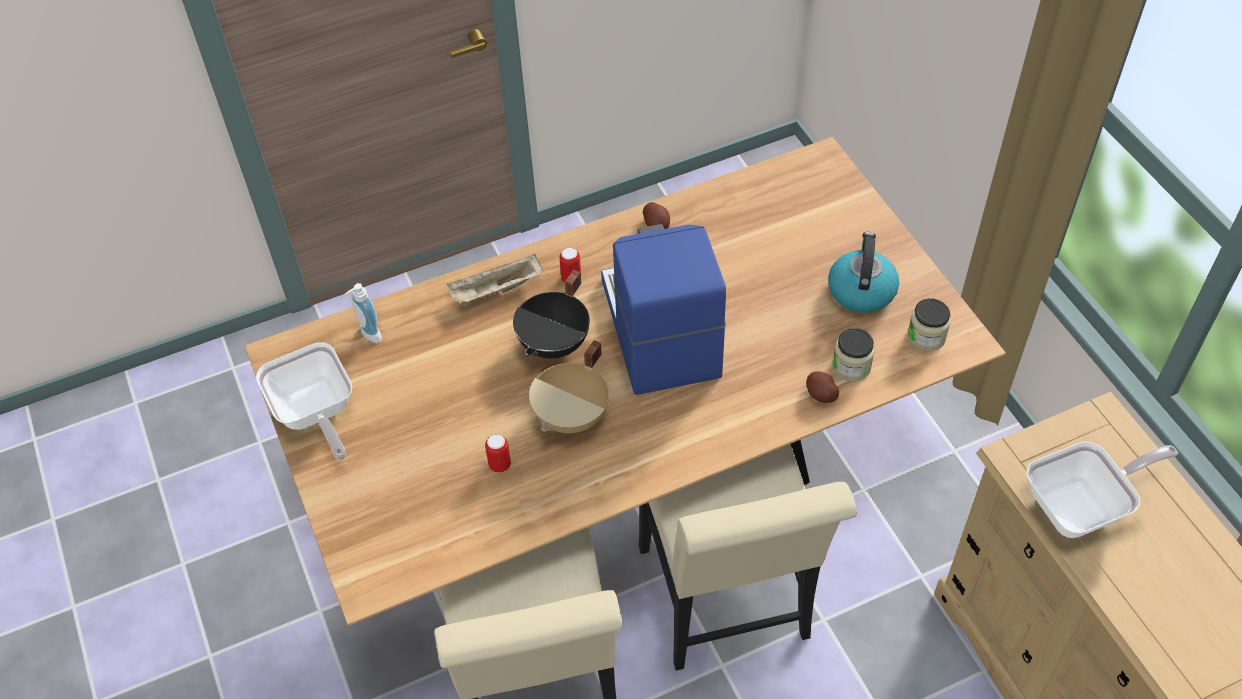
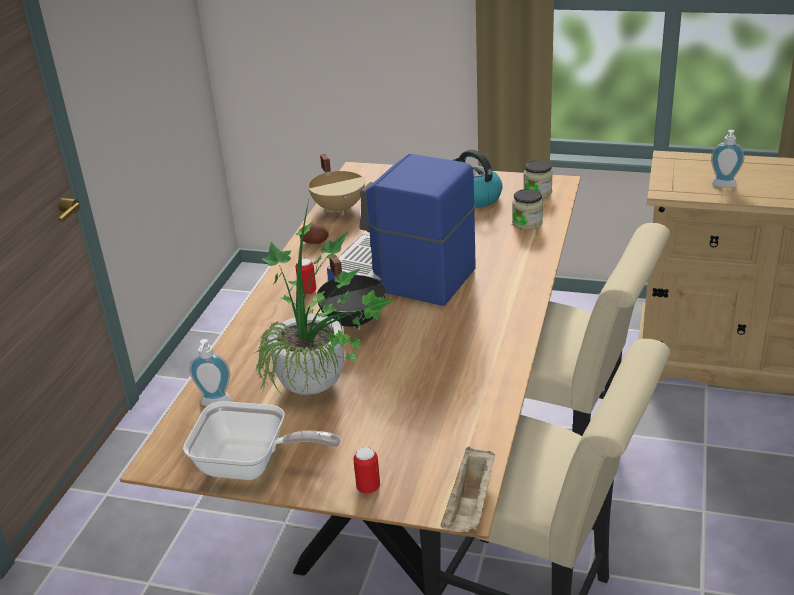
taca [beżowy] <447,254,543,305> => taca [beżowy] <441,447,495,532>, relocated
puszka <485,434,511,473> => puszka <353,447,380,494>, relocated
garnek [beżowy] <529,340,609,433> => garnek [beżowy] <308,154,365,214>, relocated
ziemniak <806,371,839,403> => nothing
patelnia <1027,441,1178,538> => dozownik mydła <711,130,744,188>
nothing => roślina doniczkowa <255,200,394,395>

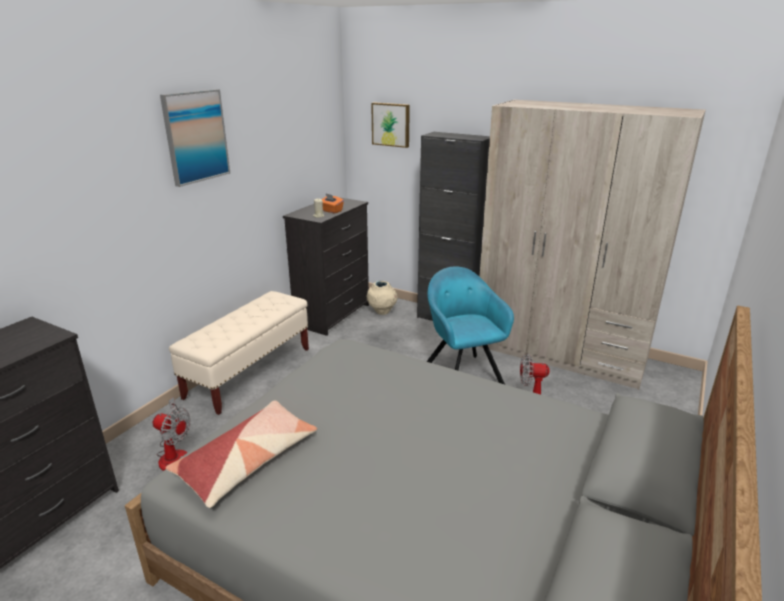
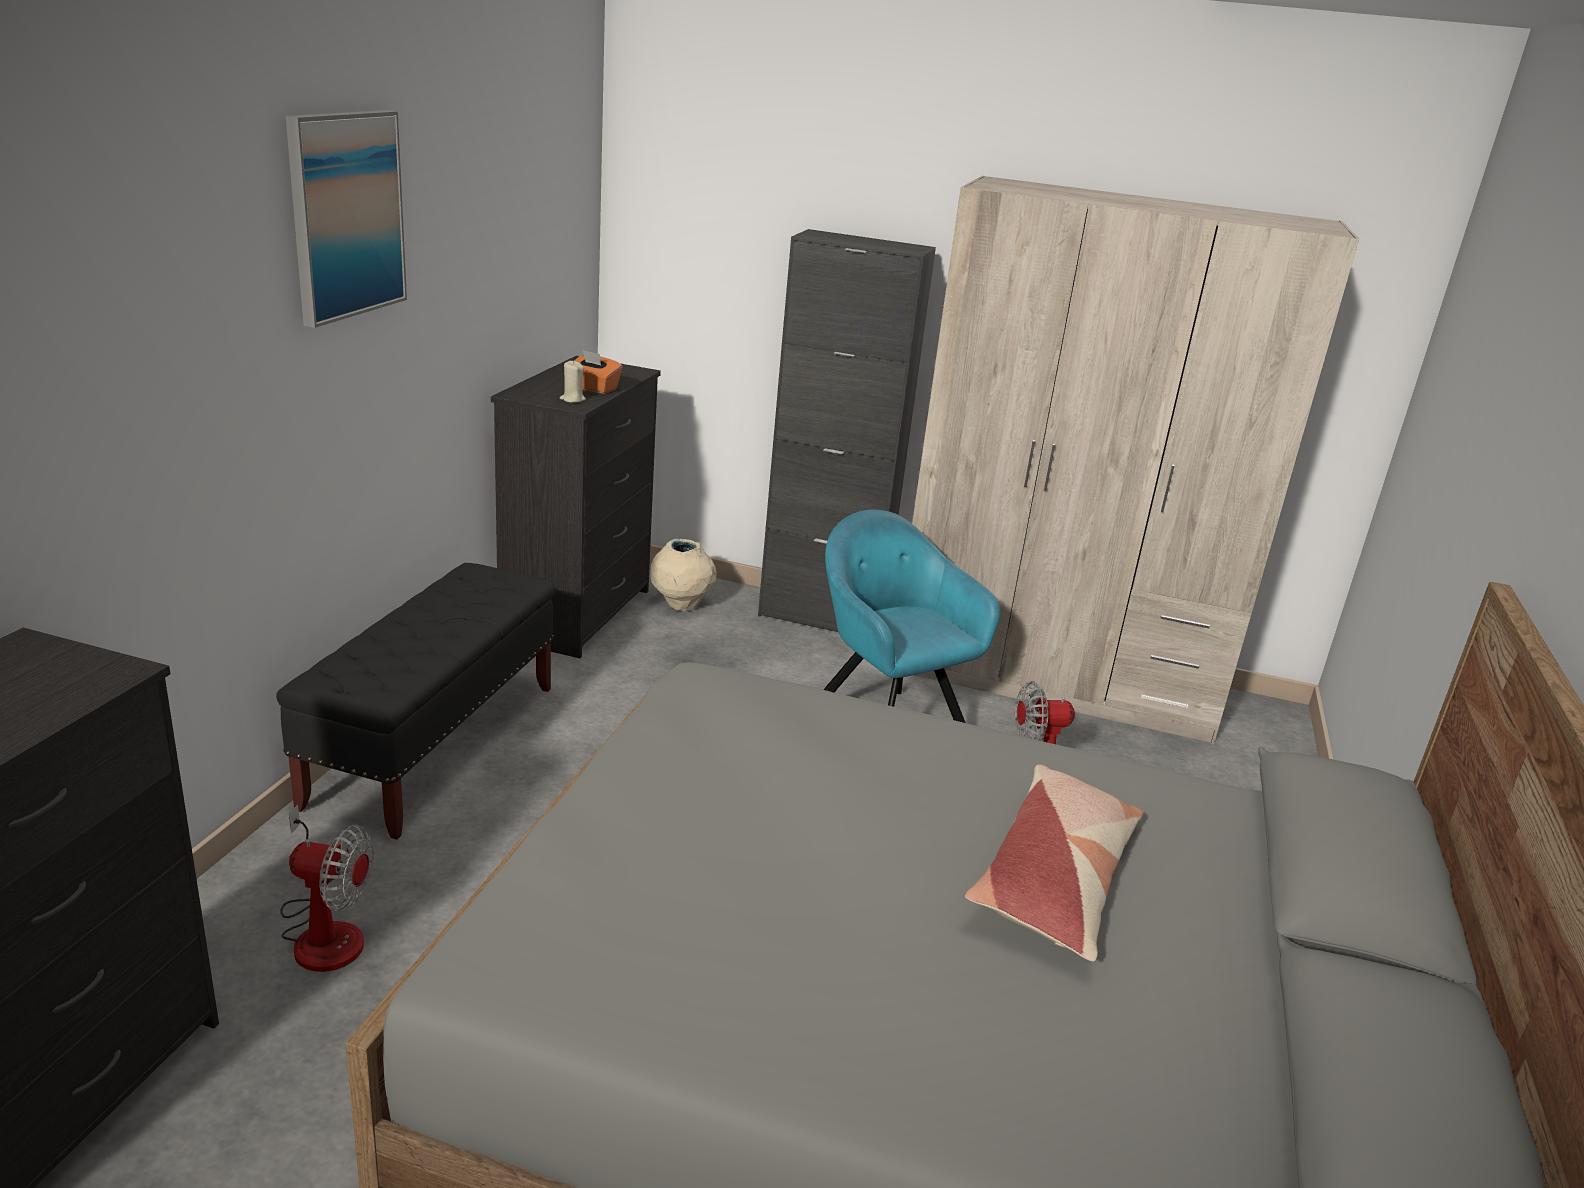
poduszka <165,401,317,508> => poduszka <965,765,1144,962>, relocated
ławka [beżowy] <169,291,309,415> => ławka [czarny] <276,563,556,840>
obraz <371,102,410,148> => nothing

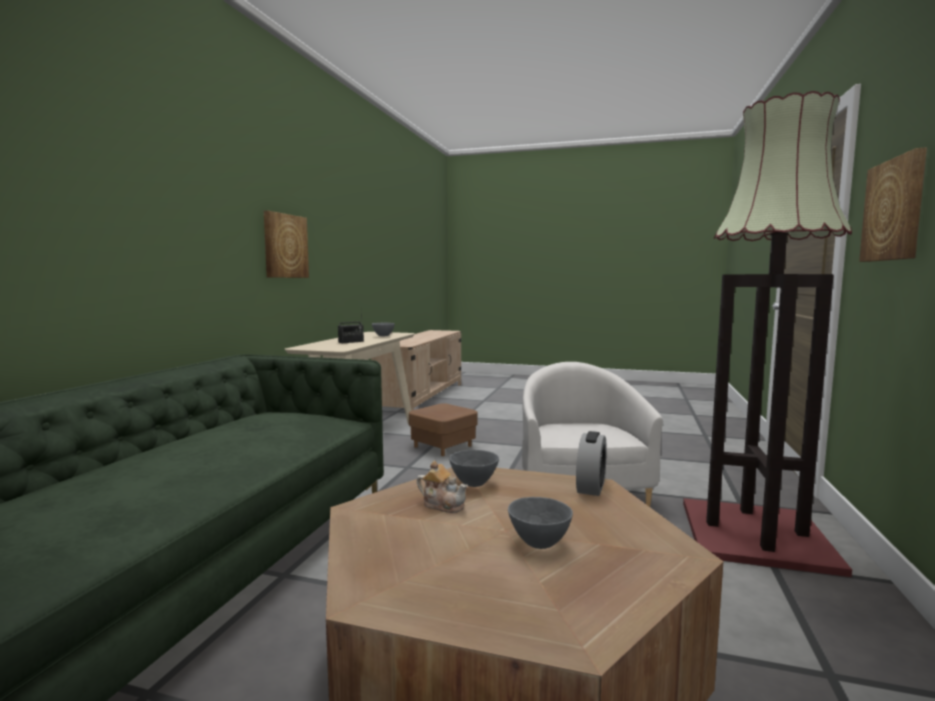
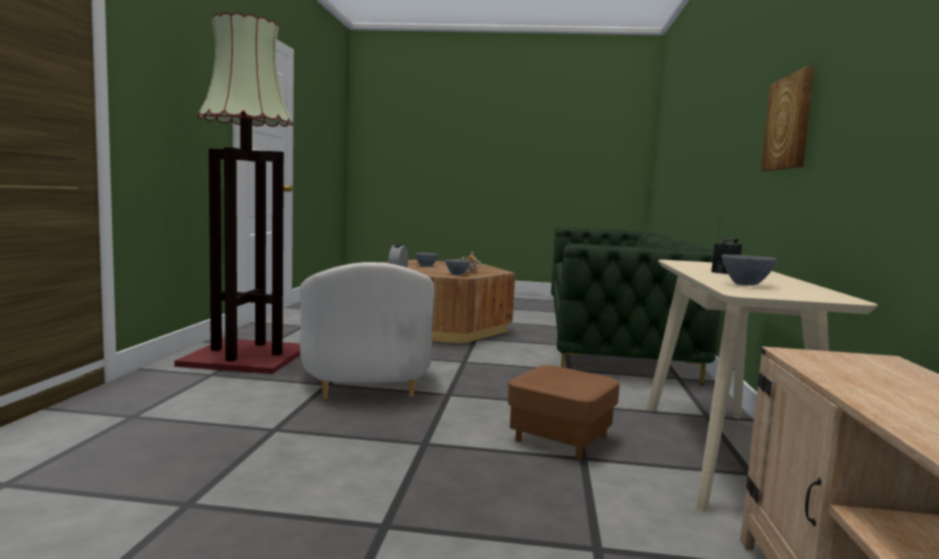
obraz <859,147,927,262> => nothing

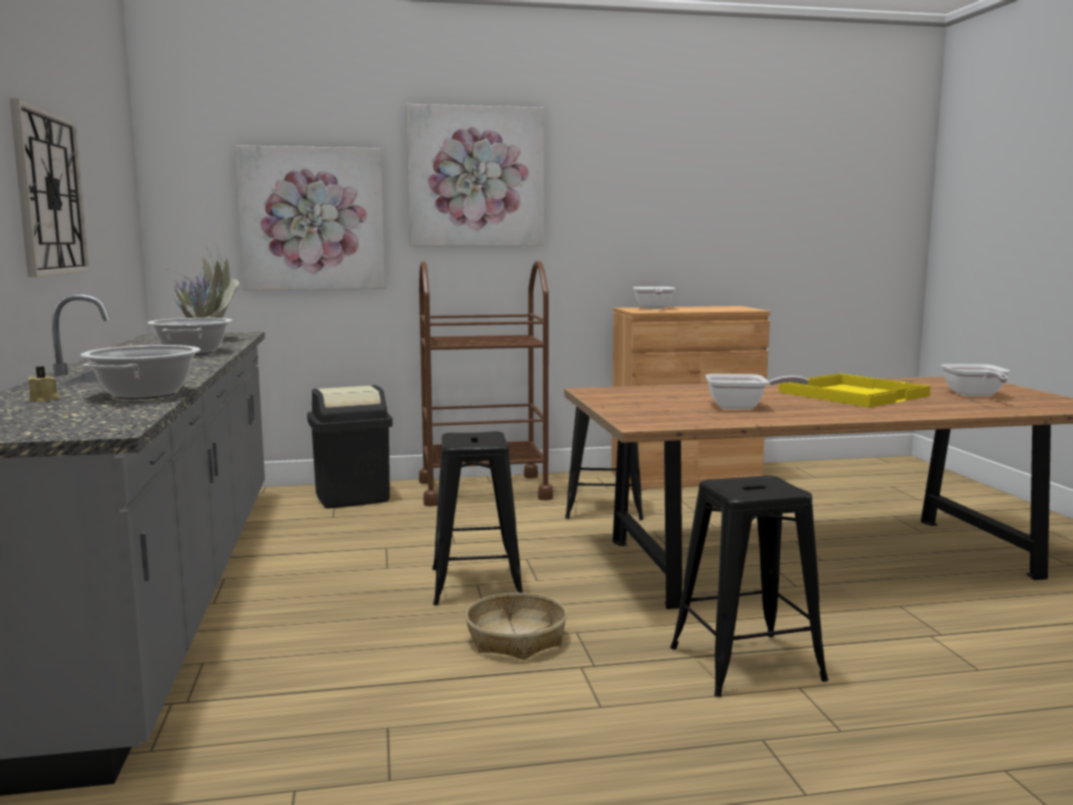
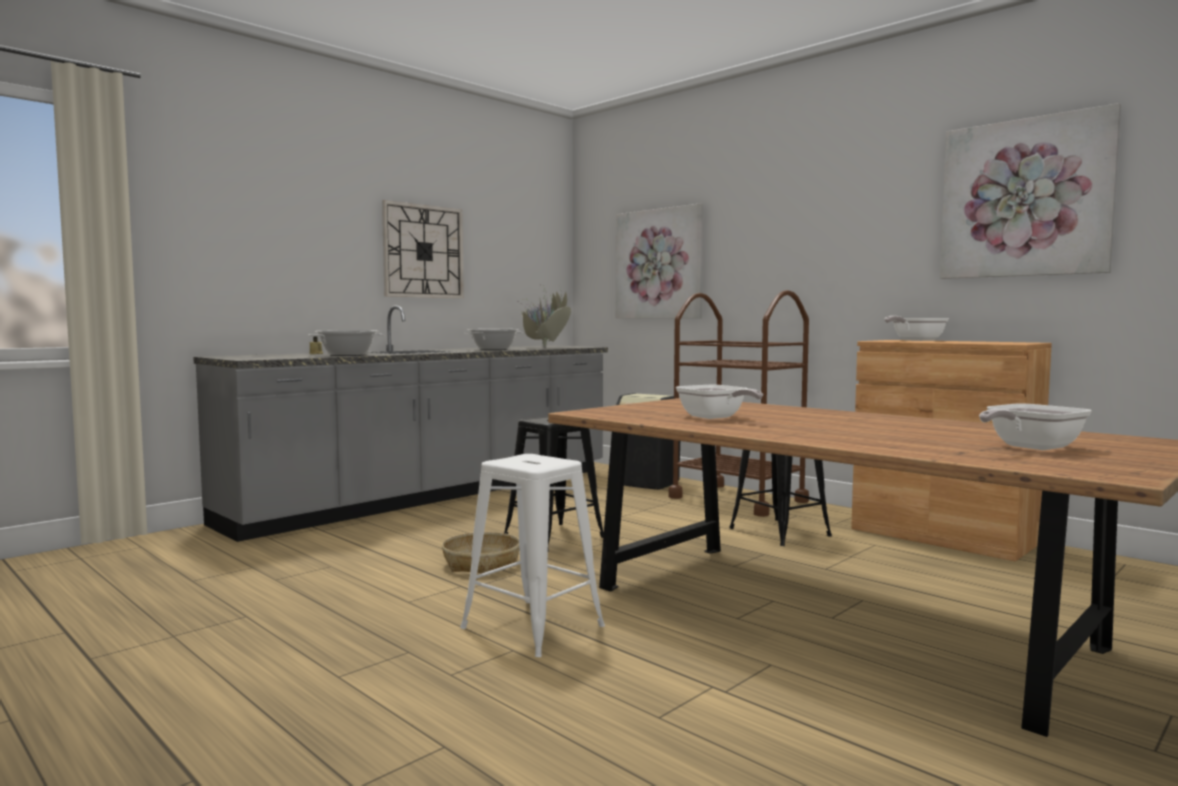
obraz <406,104,544,246> => obraz <940,103,1121,279>, relocated
stołek [czarny] <670,475,828,697> => stołek [biały] <460,454,605,657>
taca [żółty] <779,373,930,407> => nothing

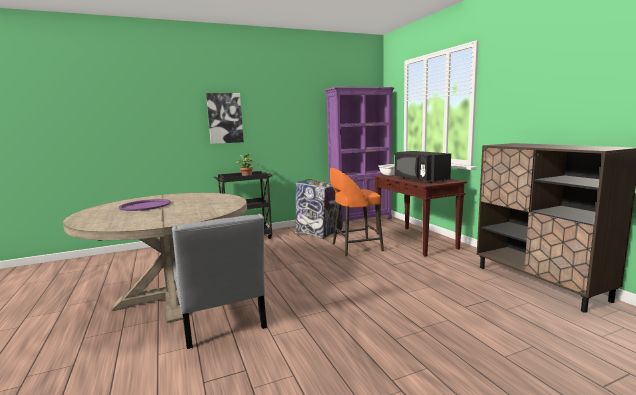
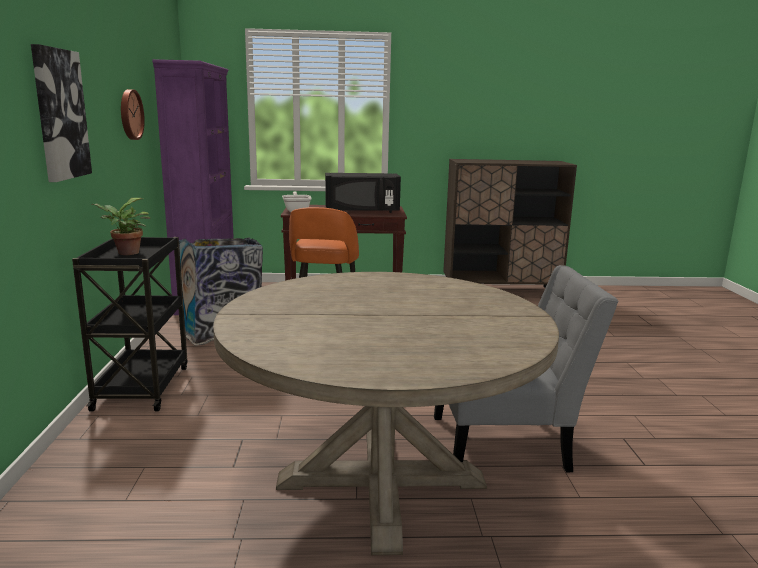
taca [fioletowy] <119,199,171,211> => nothing
nothing => zegar ścienny <121,89,145,140>

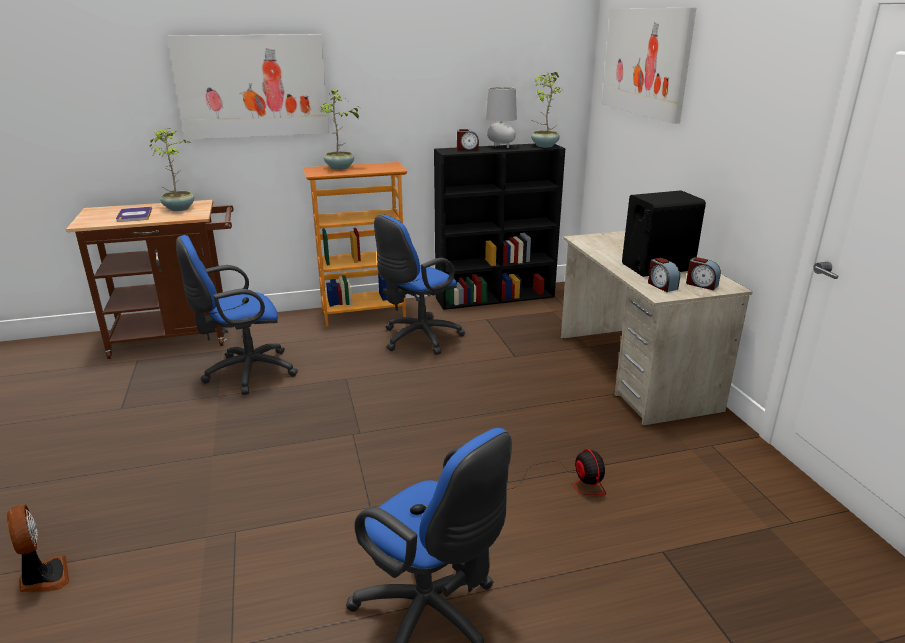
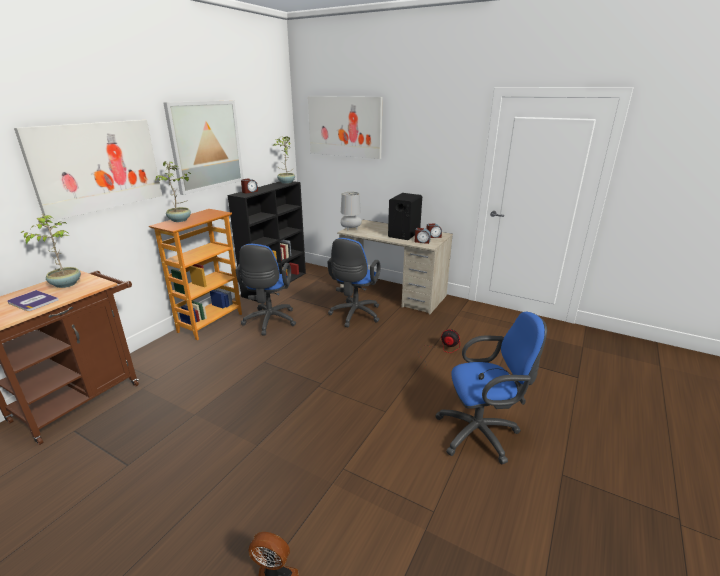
krzesło biurowe [niebieski] <176,235,298,395> => krzesło biurowe [niebieski] <327,238,380,327>, relocated
lampa stołowa [szary] <486,87,517,148> => lampa stołowa [szary] <341,192,362,230>, relocated
nothing => obraz <163,101,244,195>

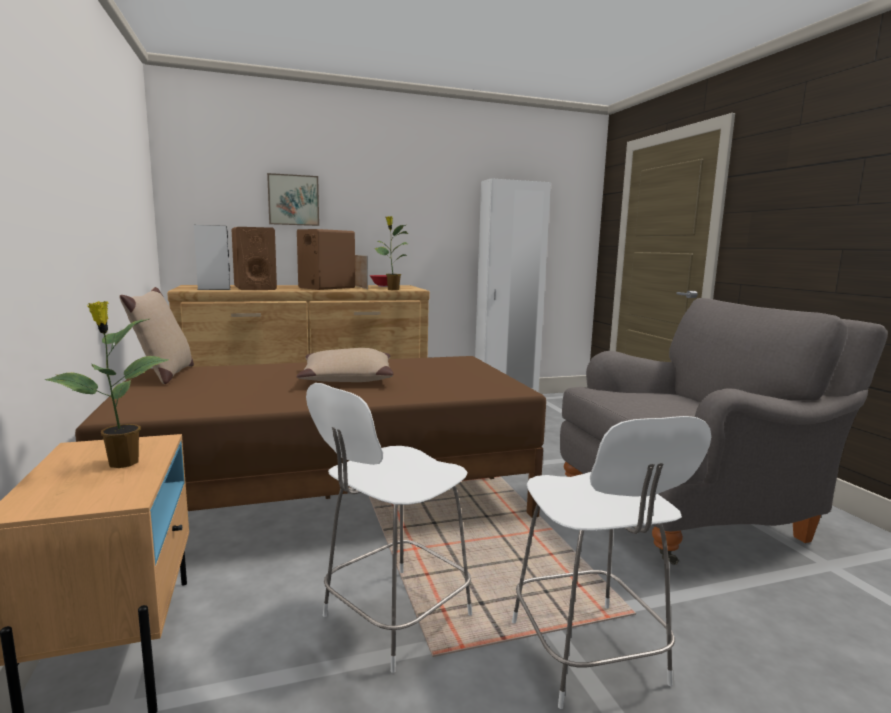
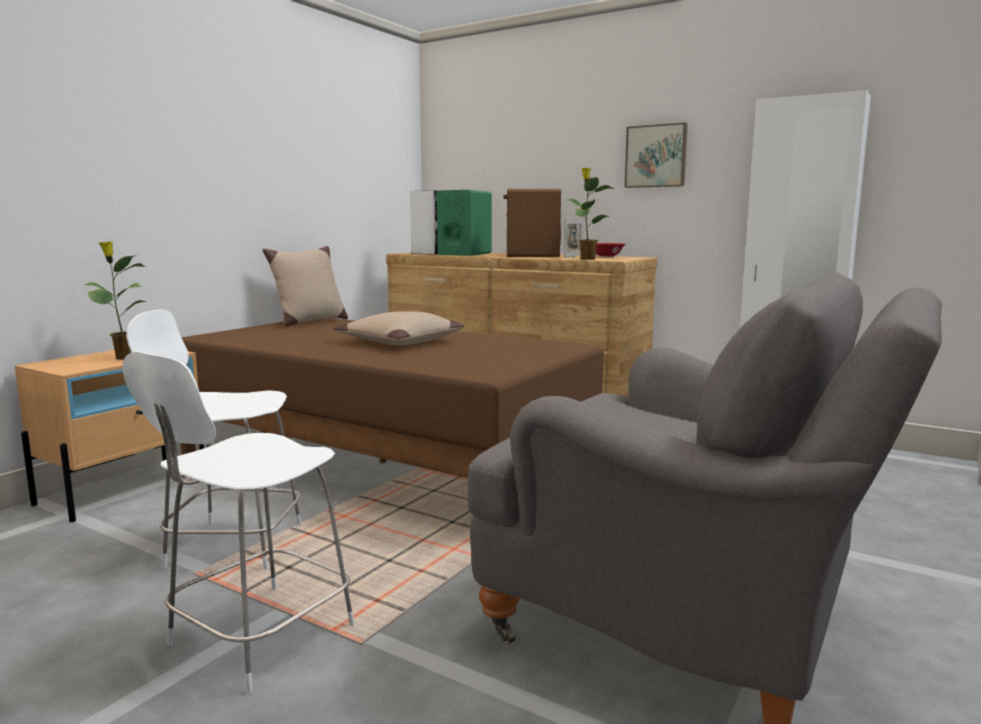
głośnik [brązowy] <232,227,277,290> => głośnik [zielony] <437,190,492,256>
obraz <267,173,319,226> => obraz <624,123,688,188>, relocated

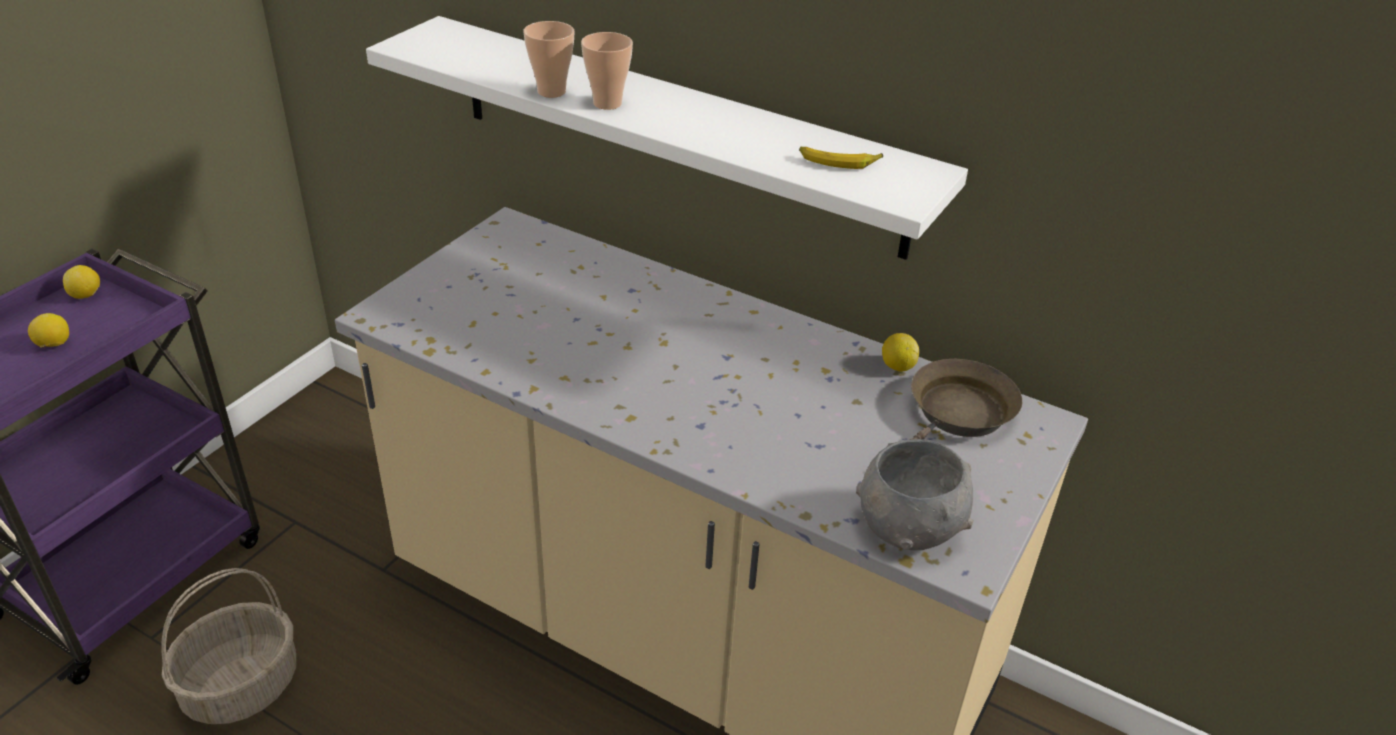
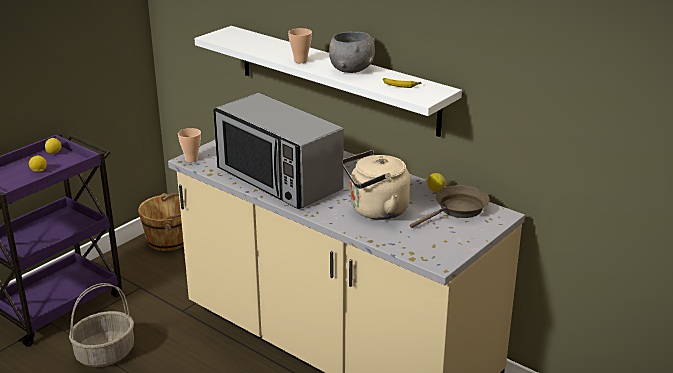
filiżanka <524,21,574,98> => filiżanka <178,128,201,162>, relocated
miska [szary] <856,439,974,550> => miska [szary] <329,32,375,73>, relocated
nothing => wiadro [brązowy] <138,193,184,251>
nothing => mikrofalówka <213,93,344,209>
nothing => czajnik [beżowy] <342,150,411,220>

